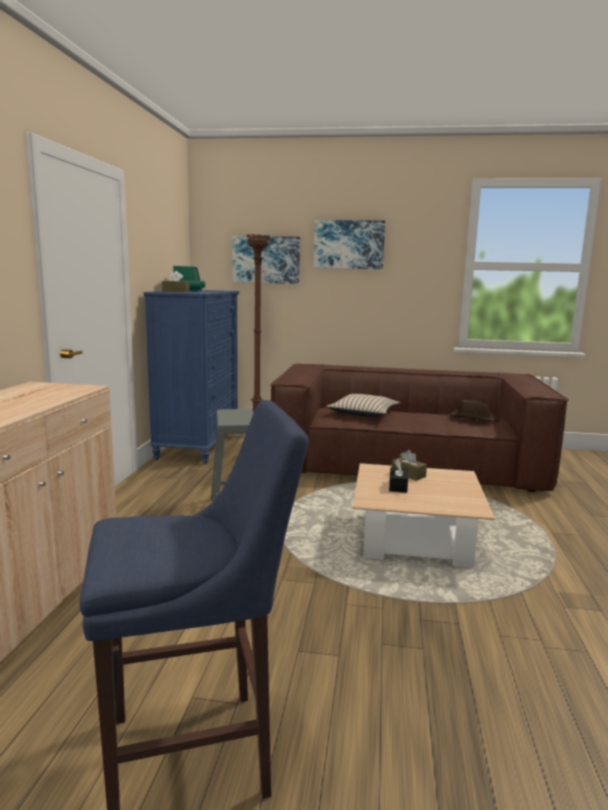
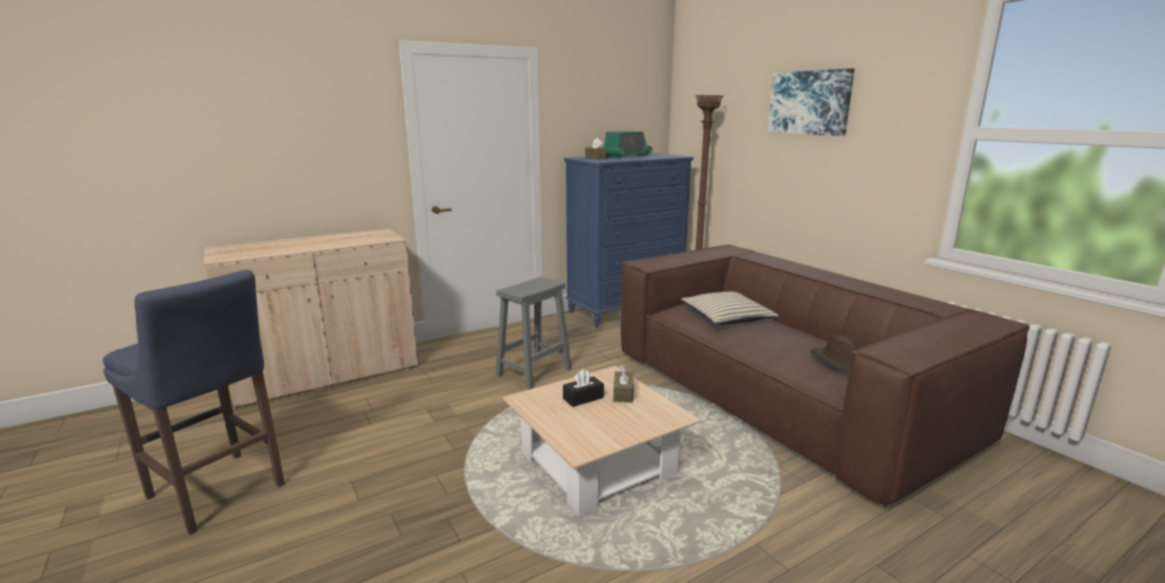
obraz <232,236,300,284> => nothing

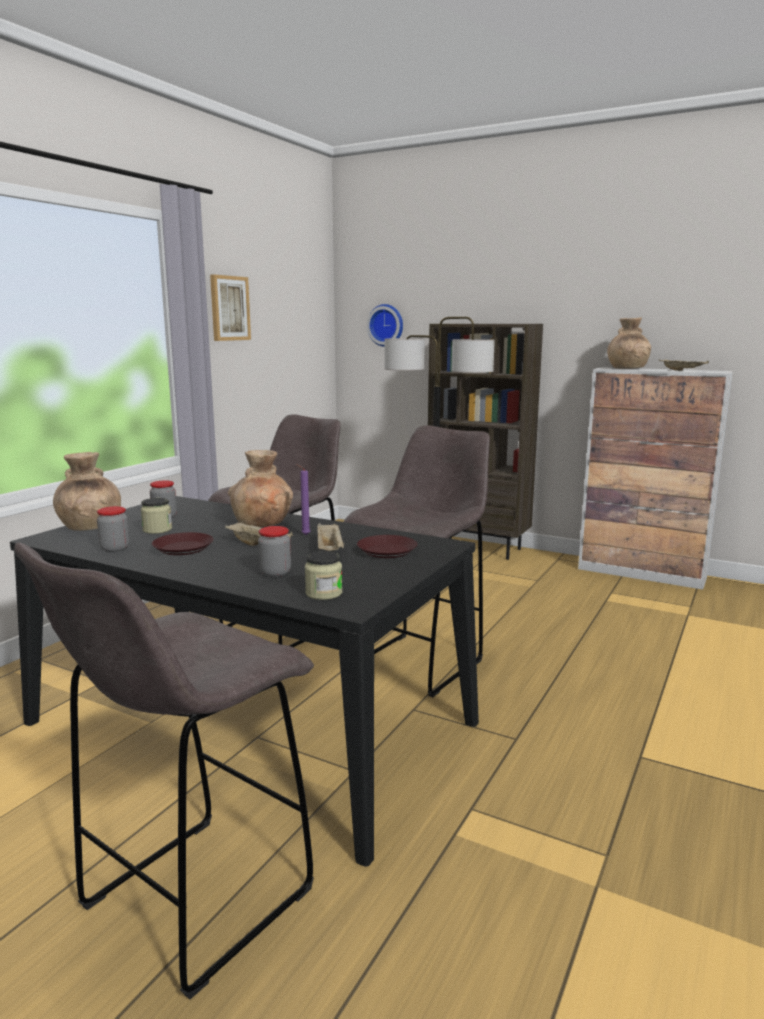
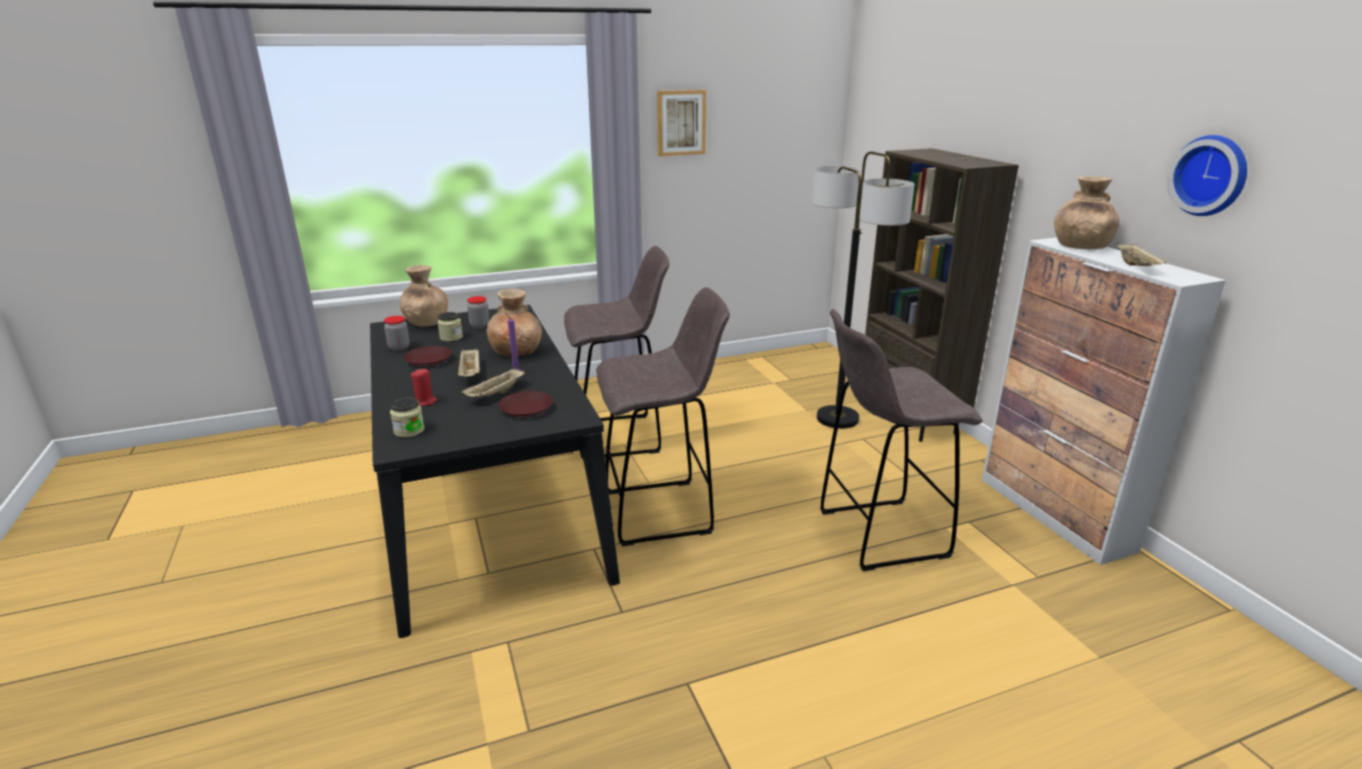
stołek [szary] <14,542,314,1000> => stołek [szary] <820,309,983,571>, relocated
słoik <258,526,291,577> => świeca [czerwony] <410,369,438,406>
zegar ścienny <367,304,403,347> => zegar ścienny <1167,135,1247,216>, relocated

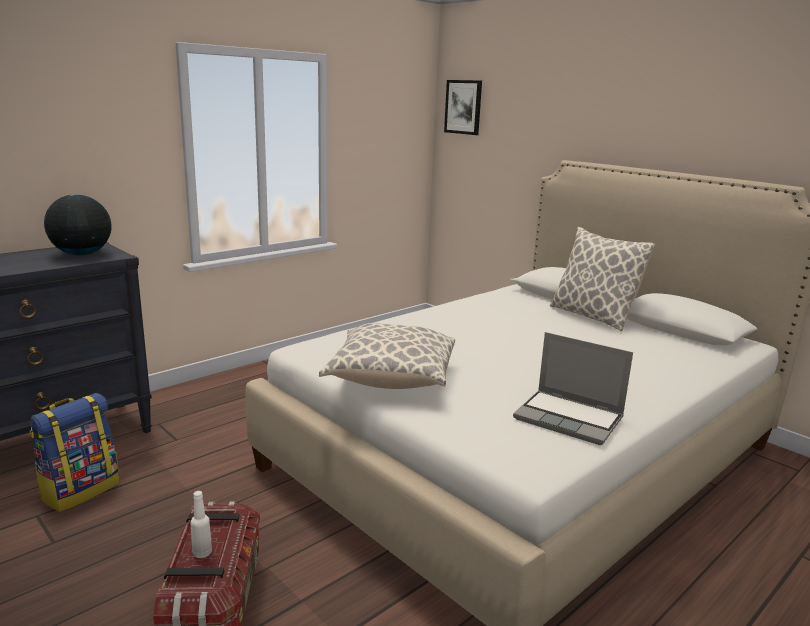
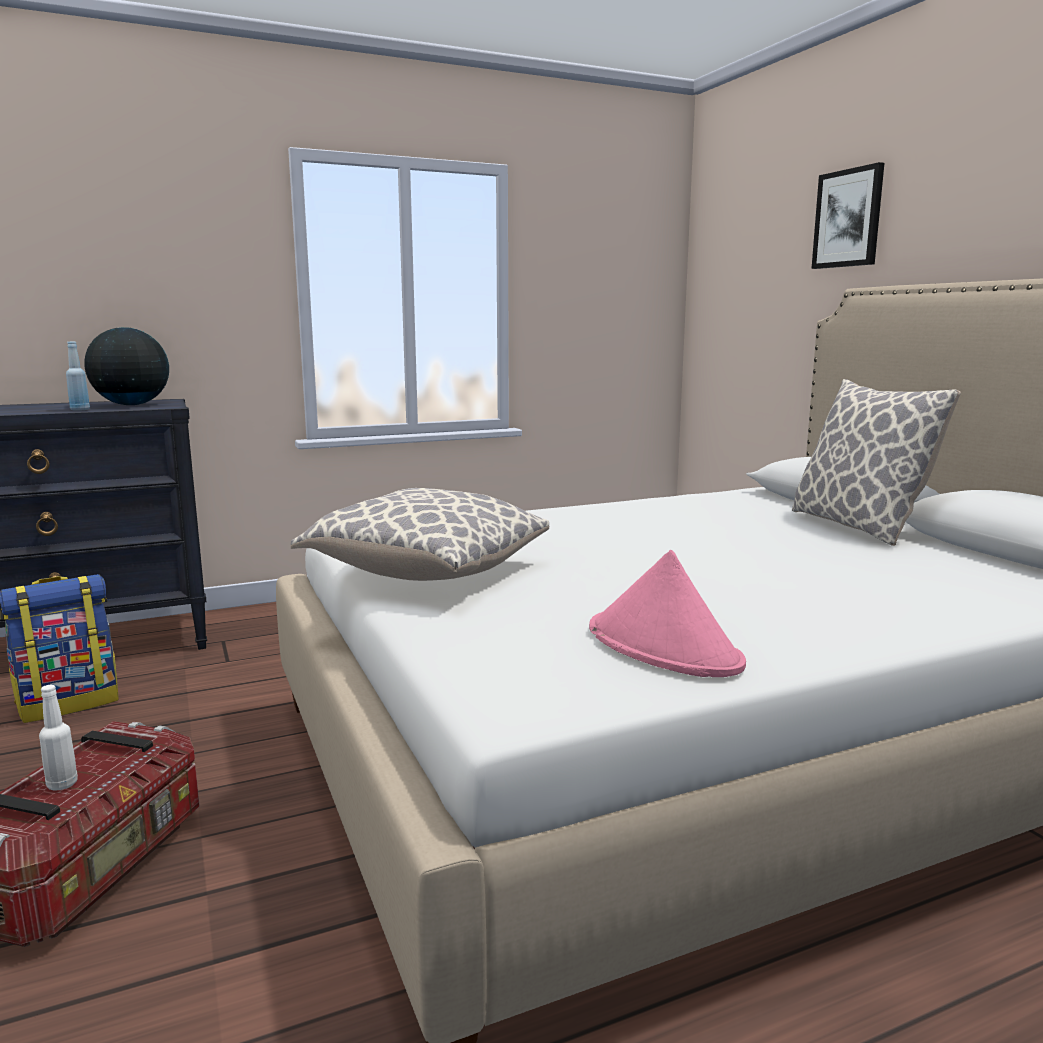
obraz <444,80,482,135> => obraz <811,162,884,269>, relocated
laptop <513,332,633,445> => kapelusz [różowy] <589,550,746,677>
nothing => butelka [niebieski] <66,342,90,411>

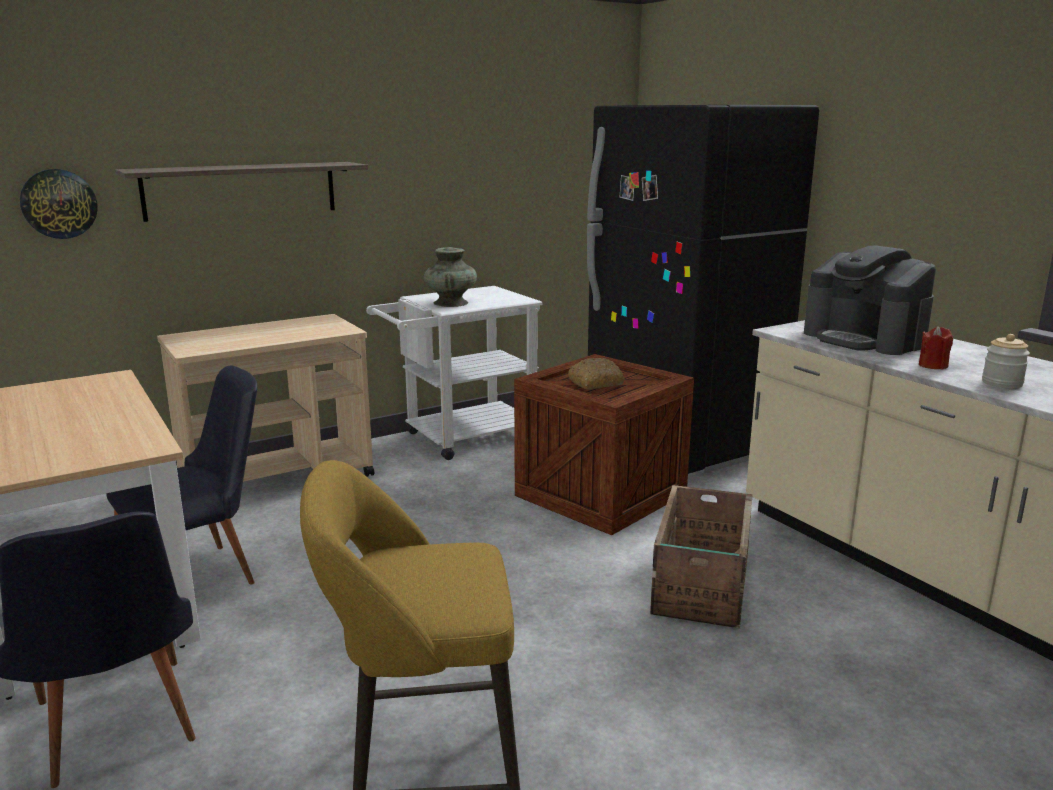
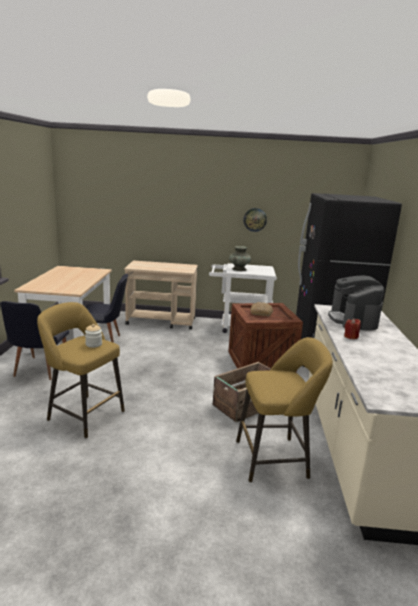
zegar ścienny <20,169,98,239> => zegar ścienny <244,208,267,232>, relocated
półka <115,162,368,222> => nothing
słoik <982,334,1030,388> => słoik <85,324,102,348>, relocated
nothing => stołek [żółty] <236,337,333,483>

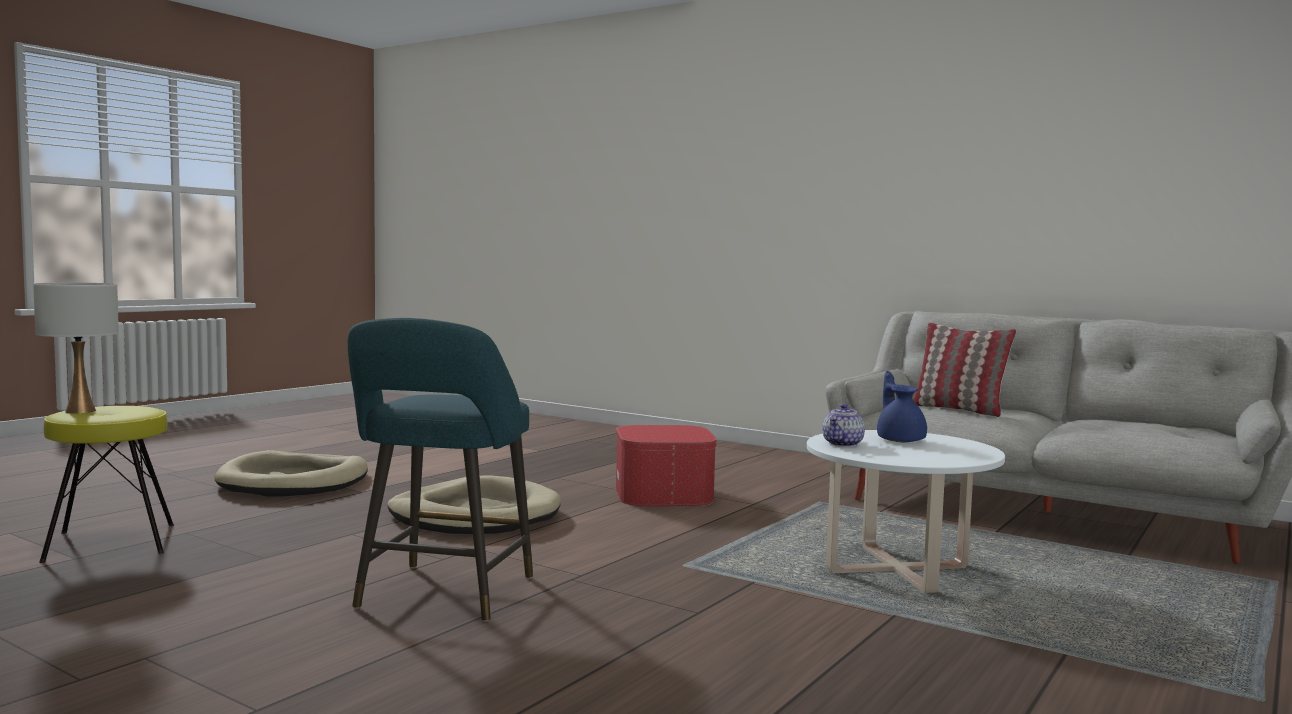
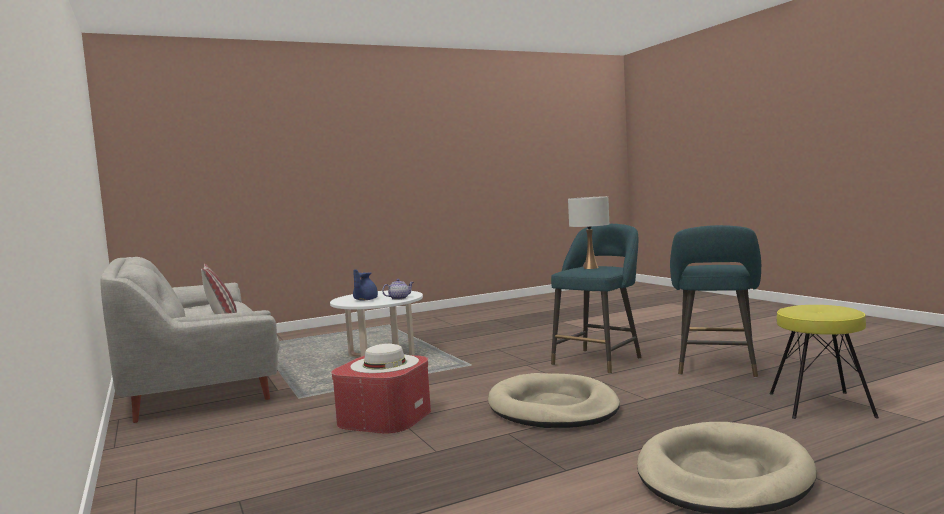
lampa stołowa [biały] <33,283,119,413> => lampa stołowa [biały] <568,196,609,269>, relocated
nothing => kapelusz [biały] <350,344,419,373>
nothing => stołek [turkusowy] <670,225,761,378>

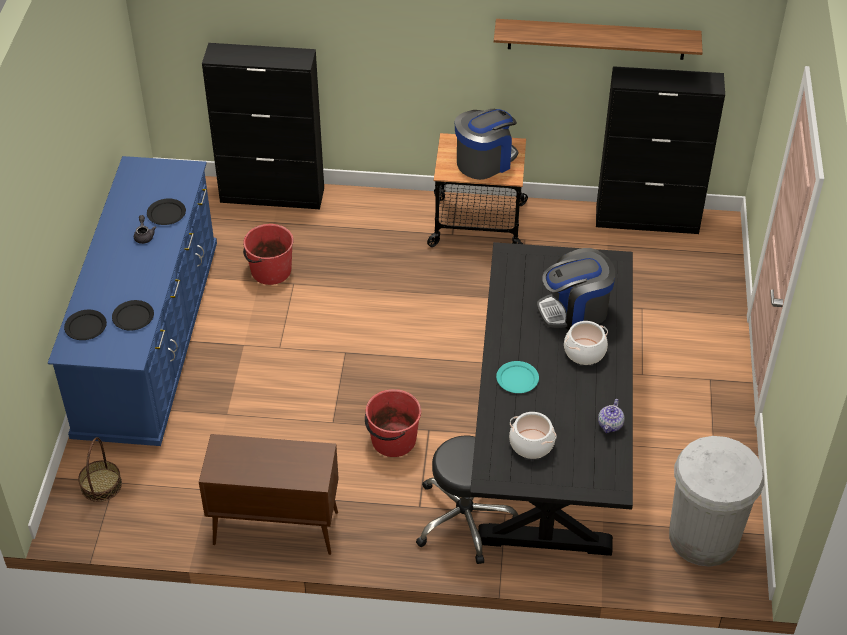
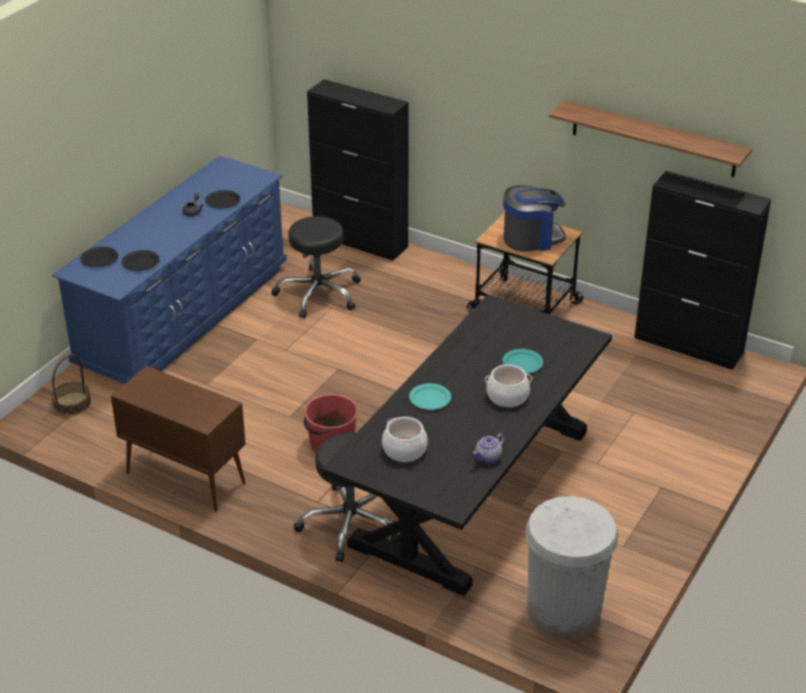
wiadro [czerwony] <243,224,294,285> => stołek [czarny] <271,216,361,318>
ekspres do kawy <537,248,615,330> => talerz [turkusowy] <502,349,543,374>

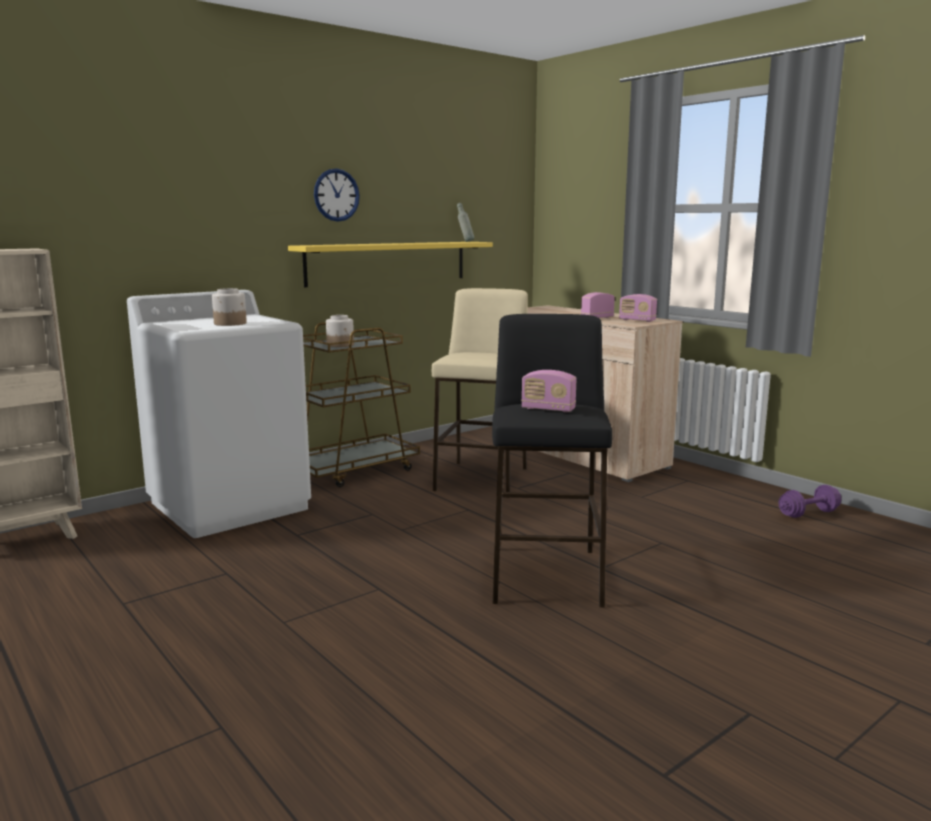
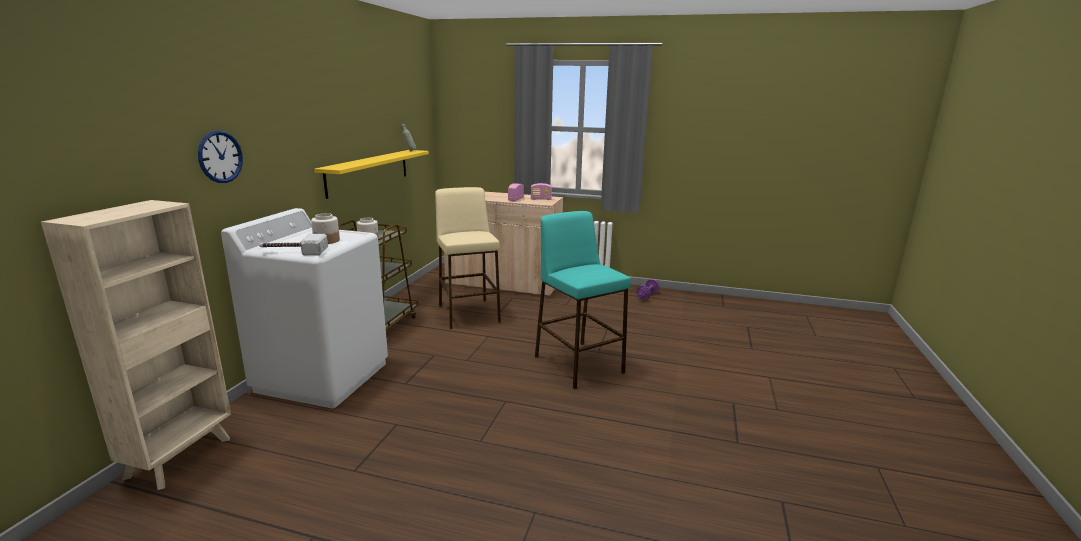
zegar ścienny <314,168,360,222> => zegar ścienny <198,130,243,183>, relocated
stołek [czarny] <492,314,612,608> => stołek [turkusowy] <535,211,631,389>
radio <521,370,577,412> => nothing
nothing => młotek <259,234,328,256>

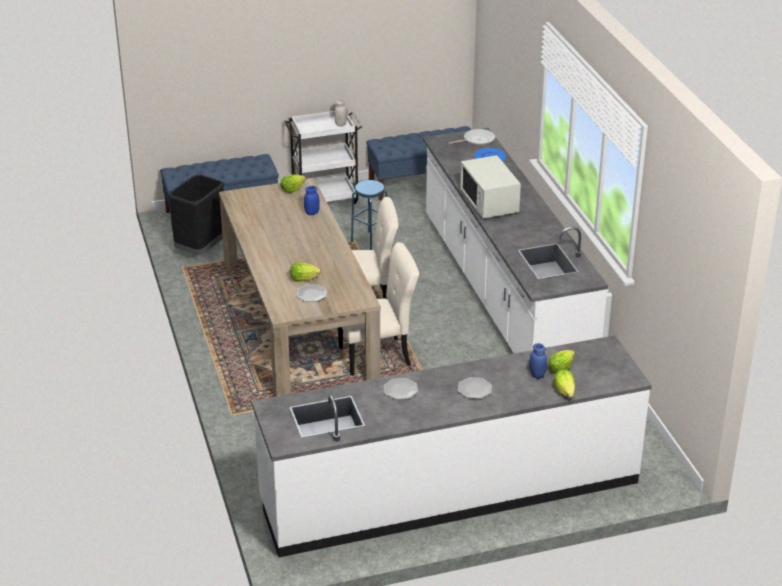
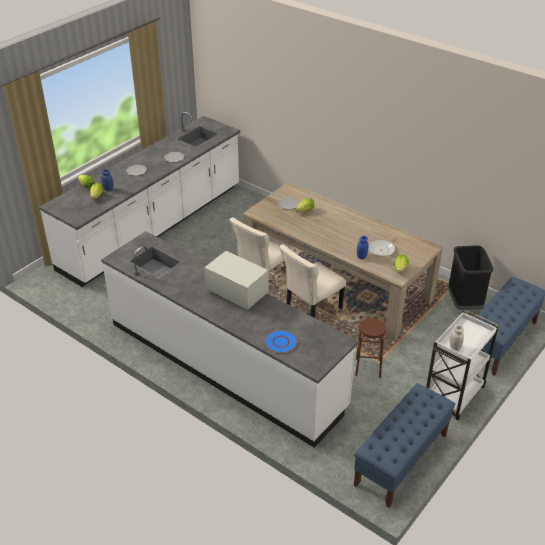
stołek [niebieski] <351,180,387,250> => stołek [brązowy] <355,318,386,378>
patelnia <449,129,495,146> => patelnia <368,234,395,257>, relocated

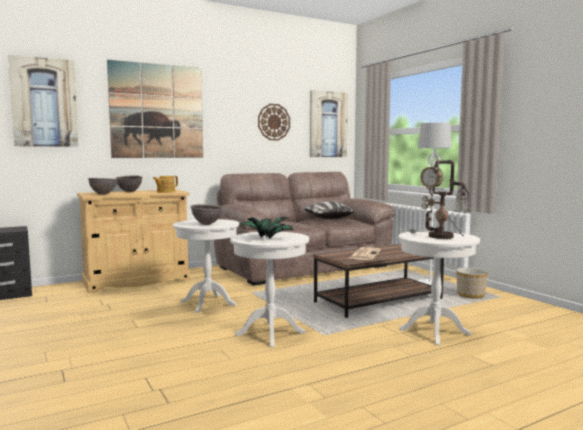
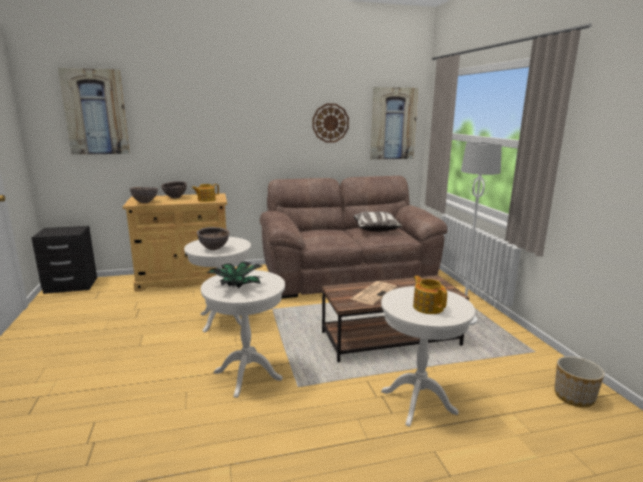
obraz <107,60,203,158> => nothing
lampa stołowa <409,160,472,239> => imbryk <413,276,447,314>
donica <456,268,488,299> => donica <554,356,605,407>, relocated

